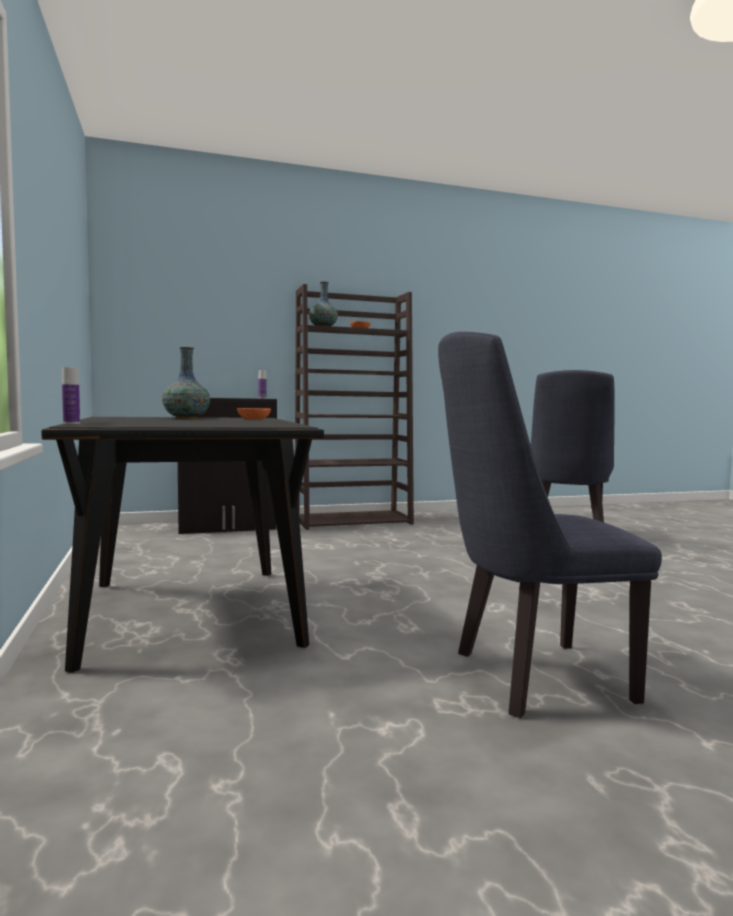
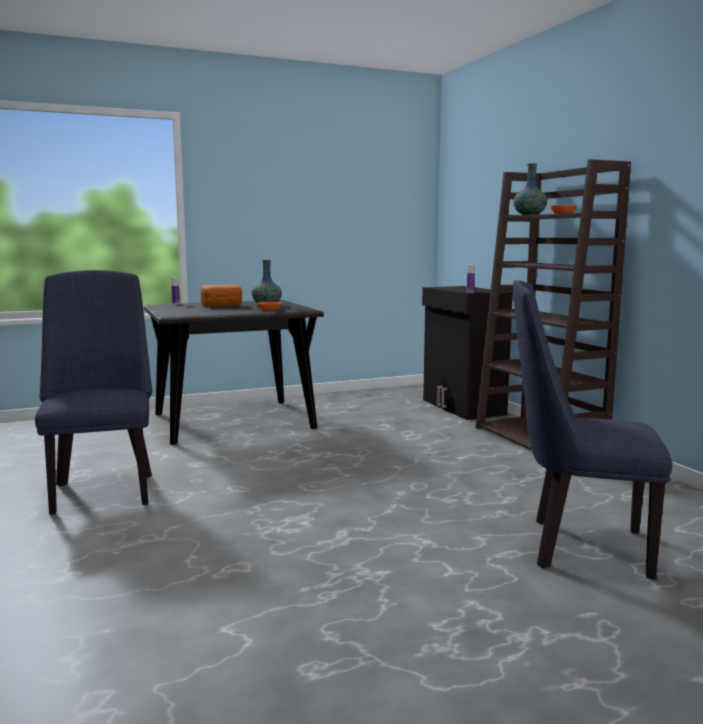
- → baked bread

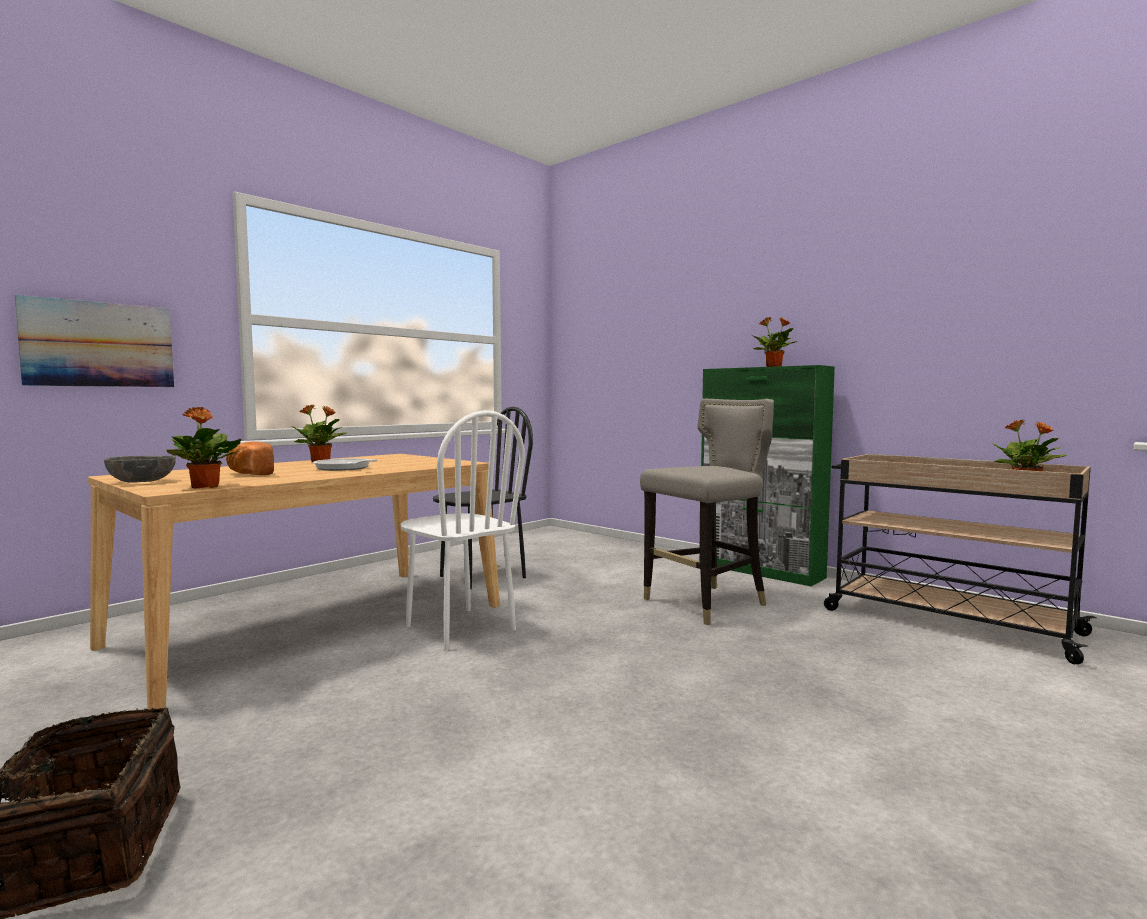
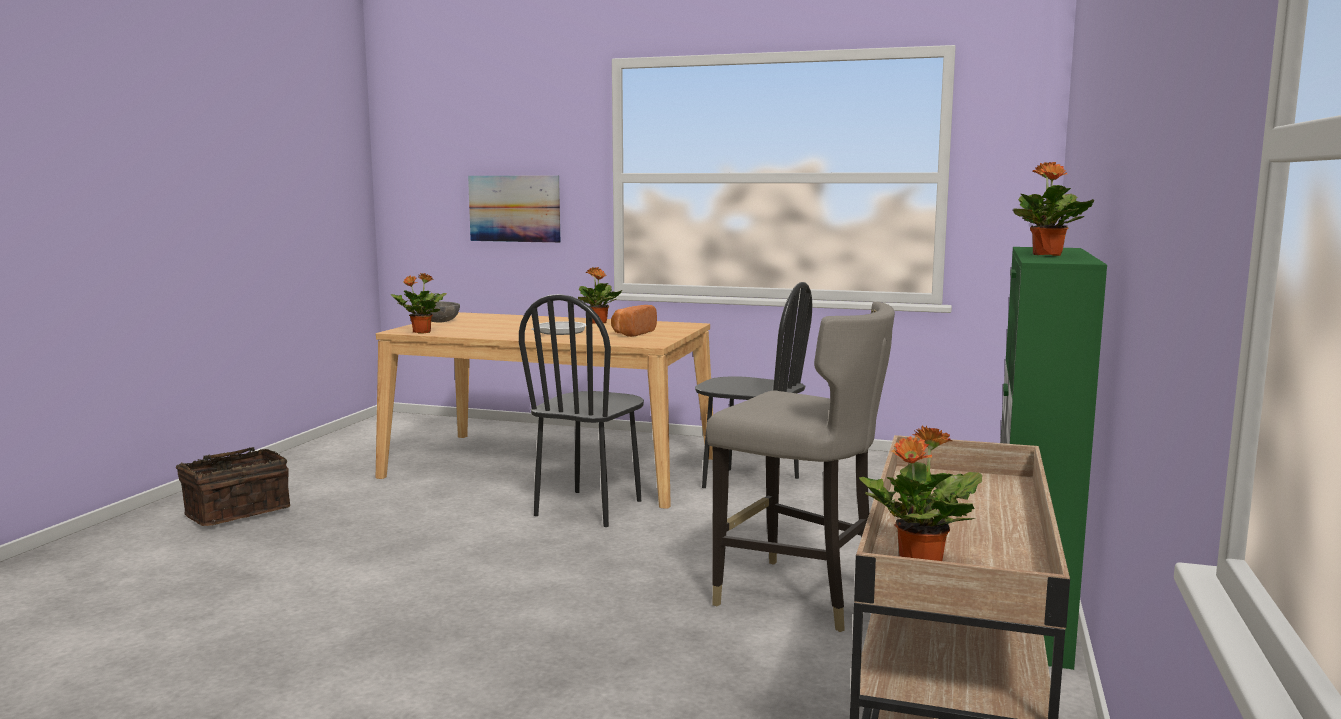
plain chair in white → plain chair in black (no. 1 from left)
baked bread, shifted

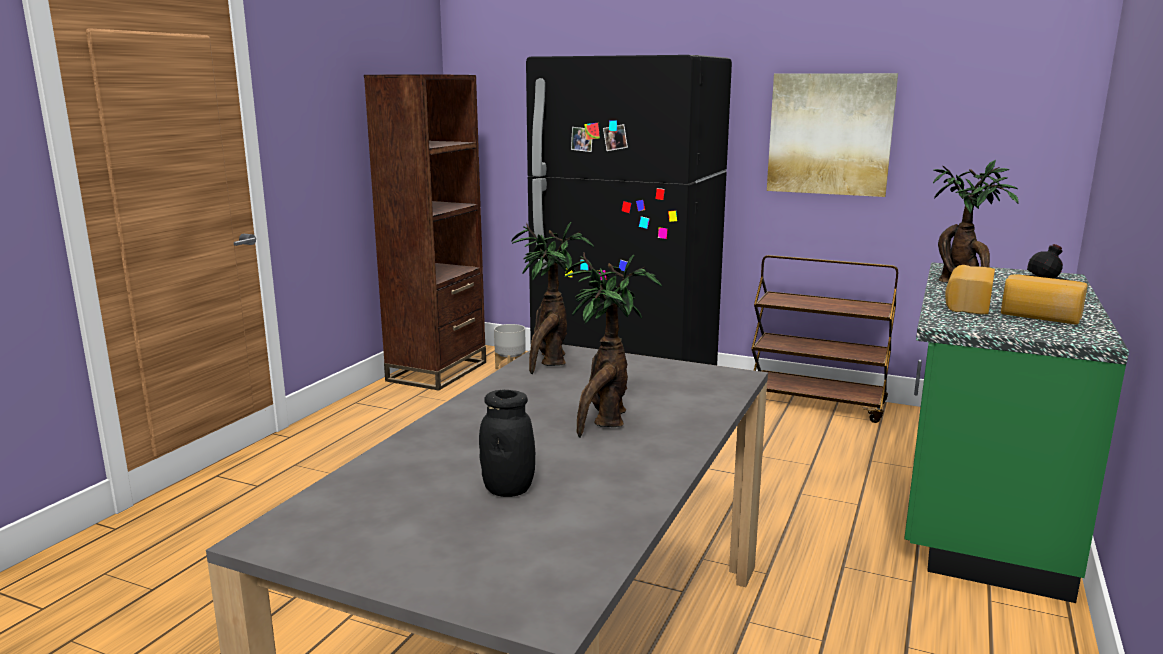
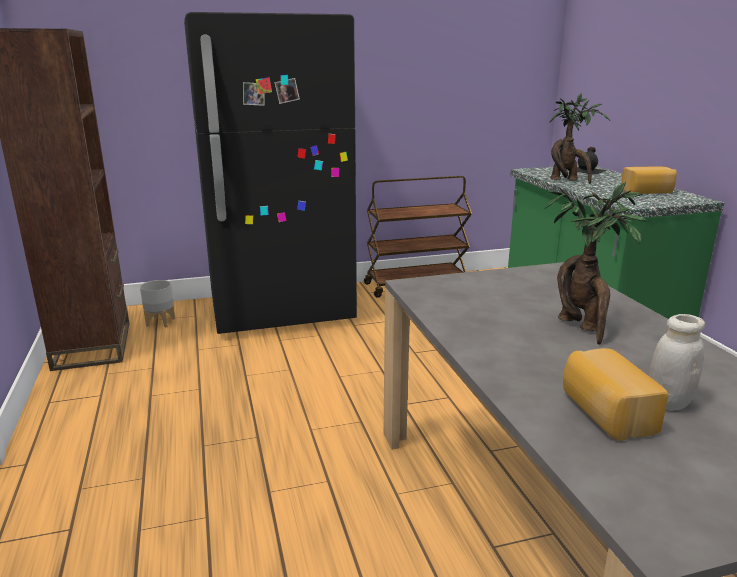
baked bread (no. 1 from left), shifted
preserve jar in black → preserve jar in white
plant in a pot (no. 1 from left) → -
wall picture → -

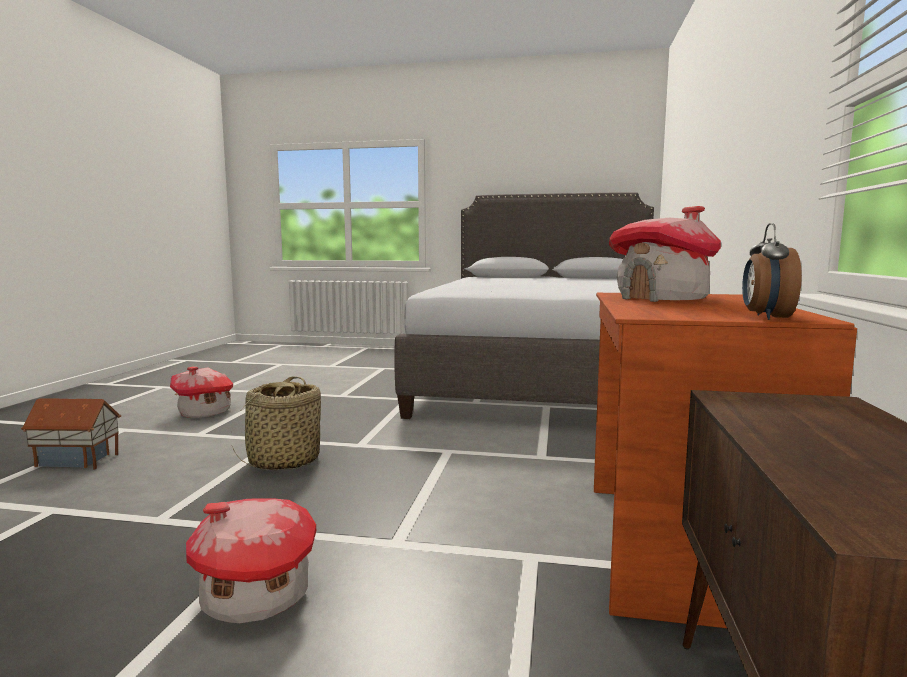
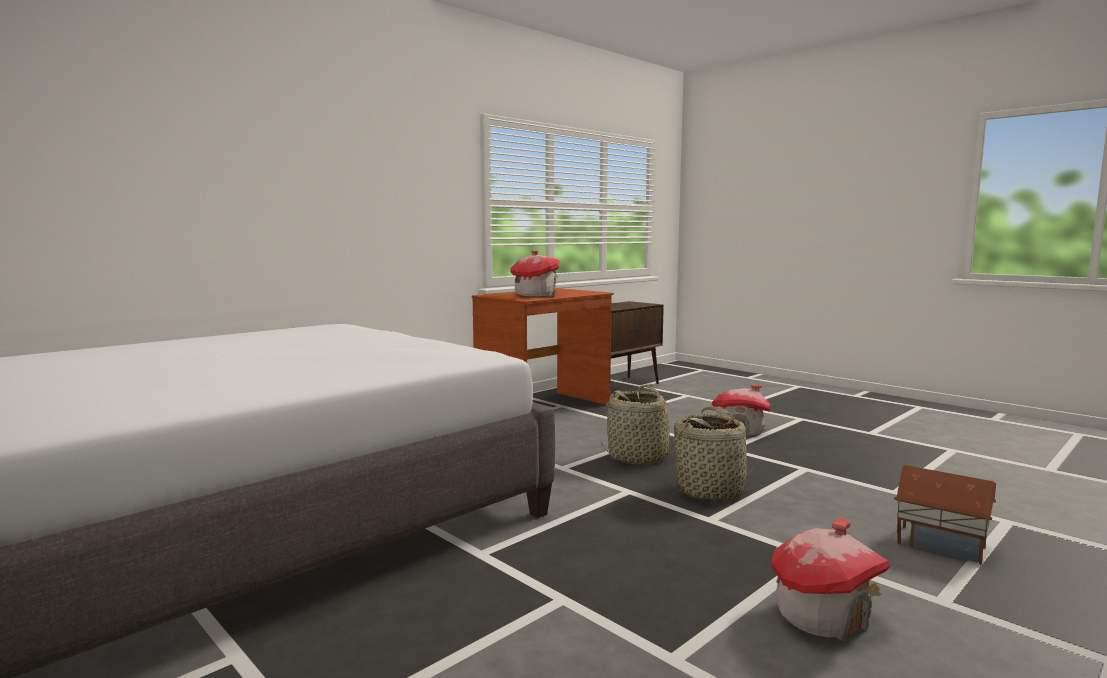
- → household basket (no. 1 from left)
alarm clock → -

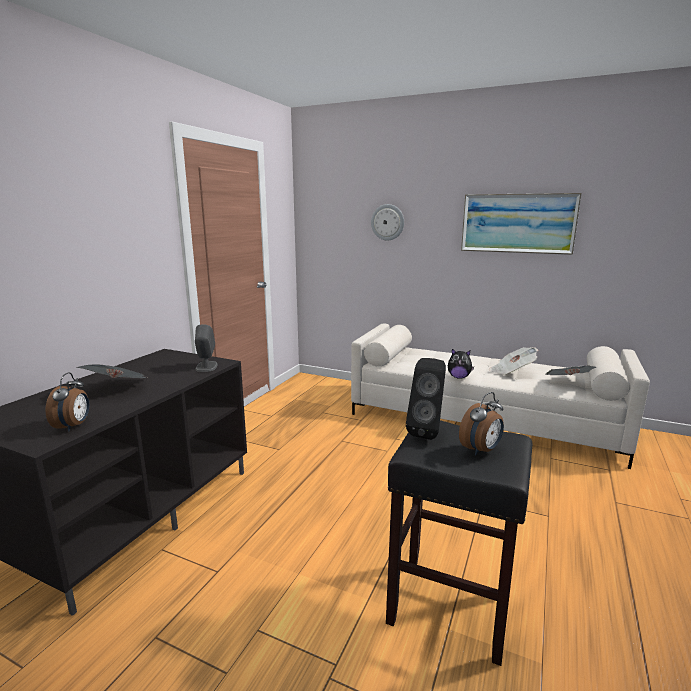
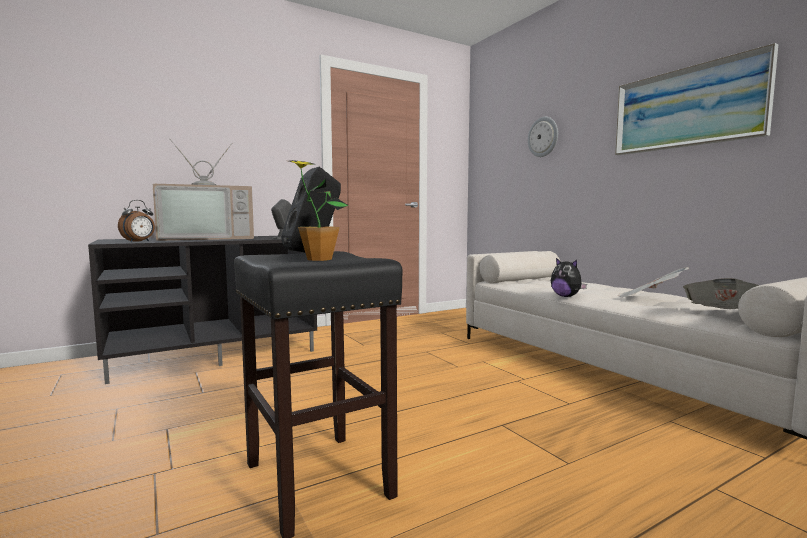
newspaper (no. 1 from left) → television
alarm clock (no. 2 from left) → plant in a pot

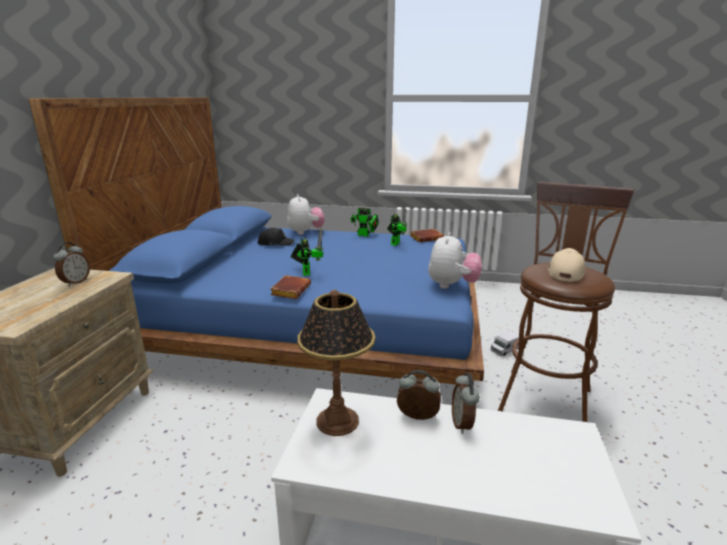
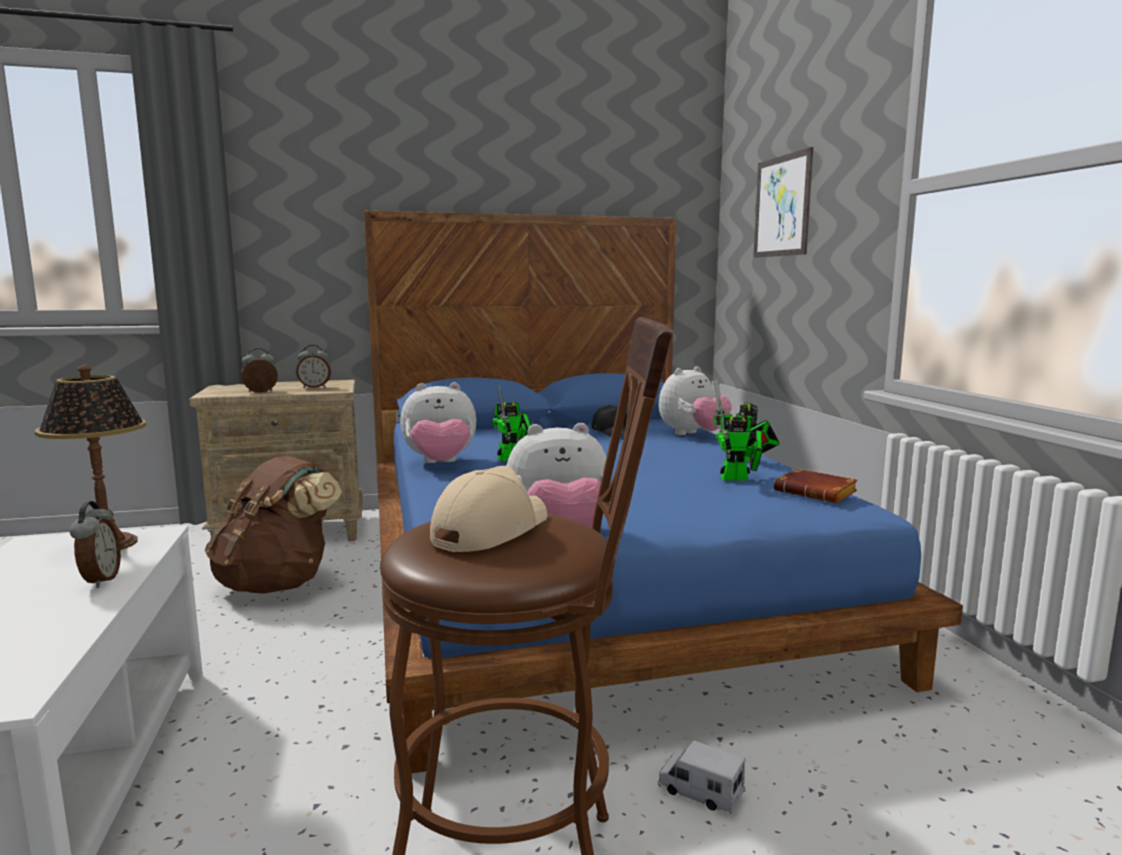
- → backpack in brownish
alarm clock (no. 3 from left in the first image) → alarm clock (no. 2 from left), shifted
volume in brownish (no. 1 from left) → cuddly toy (no. 1 from left)
cap in sand-coloured, 60 degrees counterclockwise
- → wall picture

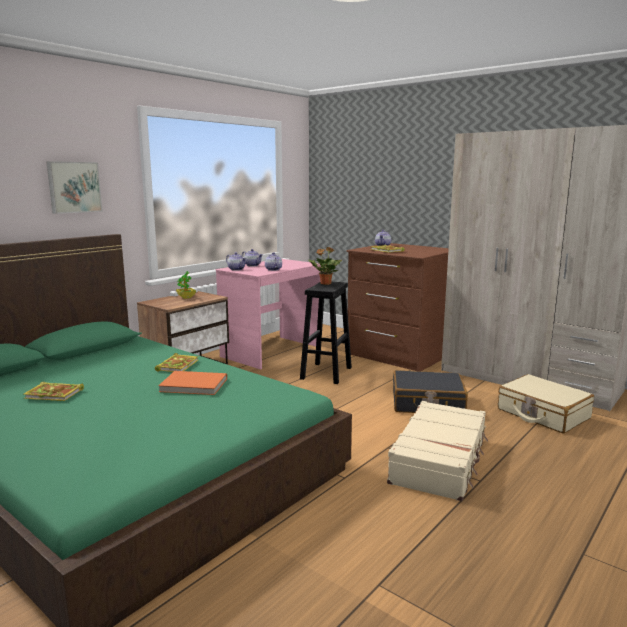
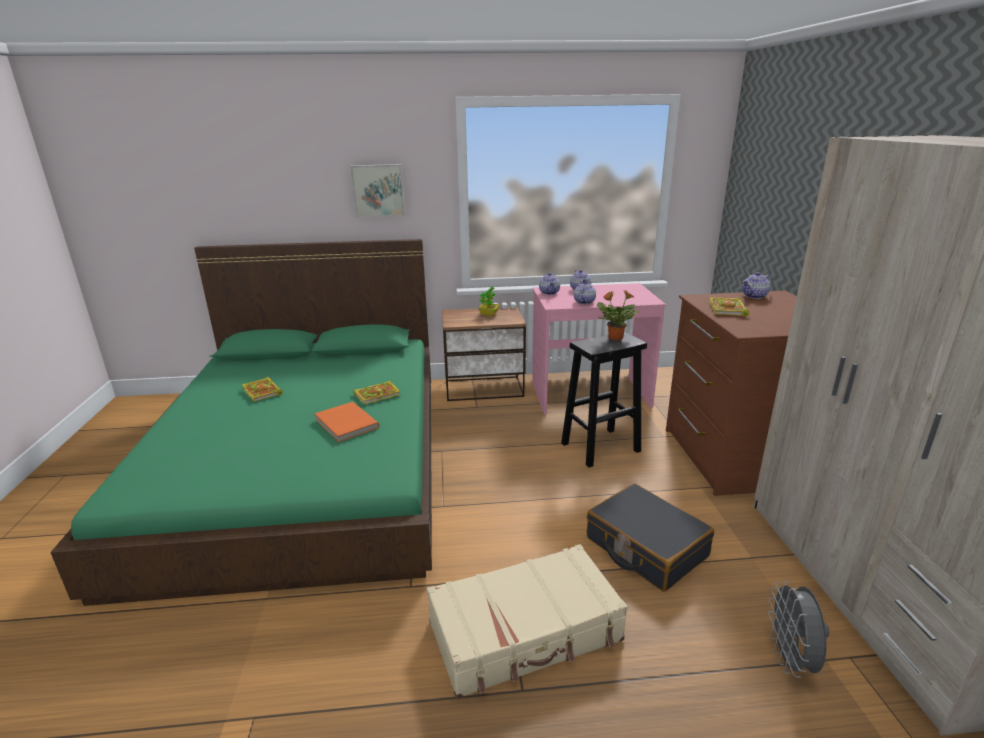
piece of luggage in sand-coloured (no. 2 from left) → electric fan in grey

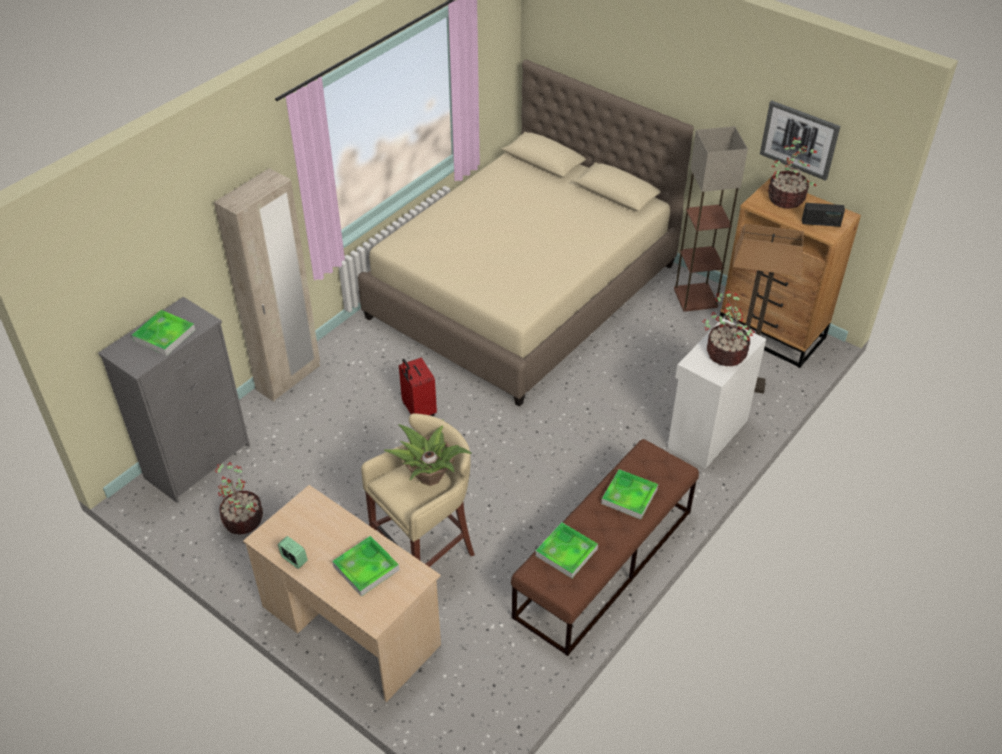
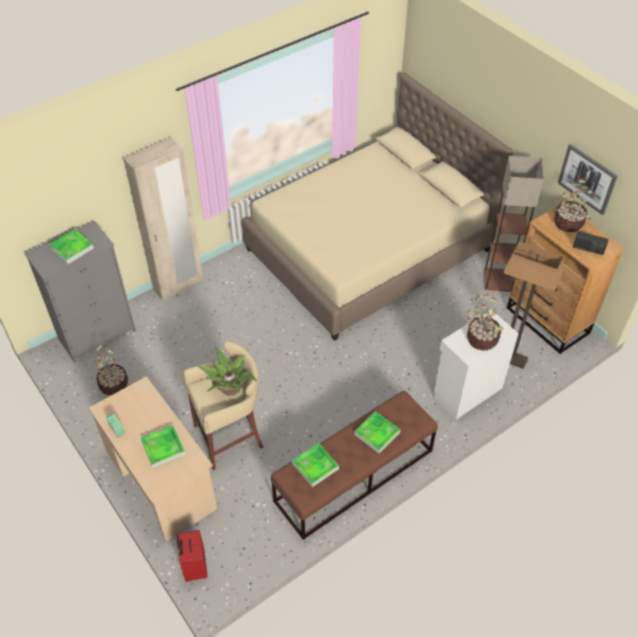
piece of luggage in reddish, shifted

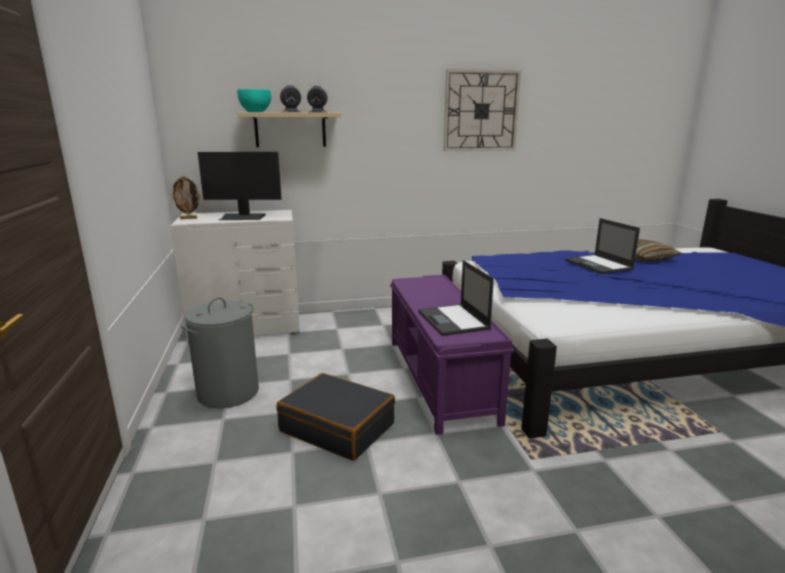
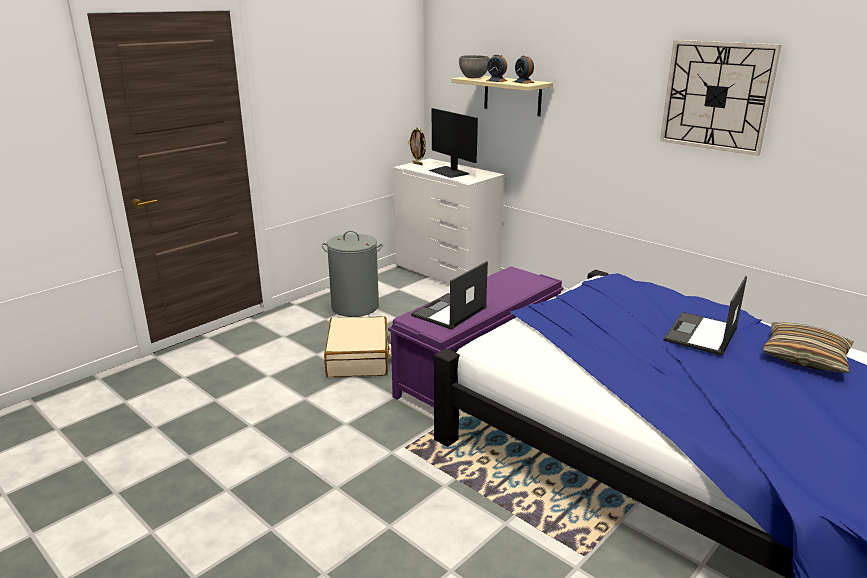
piece of luggage in black → piece of luggage in sand-coloured
deep dish in turquoise-coloured → deep dish in grey

